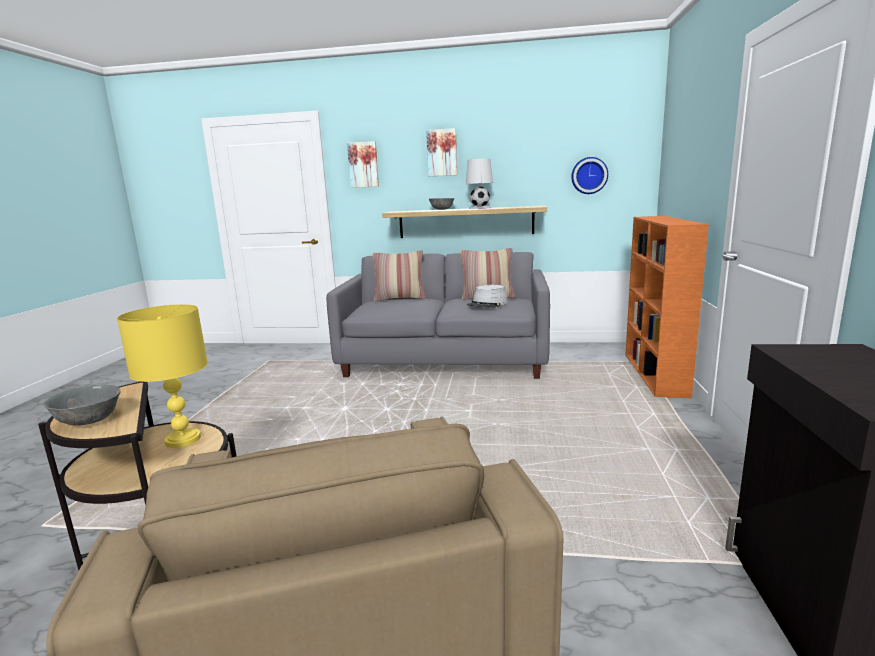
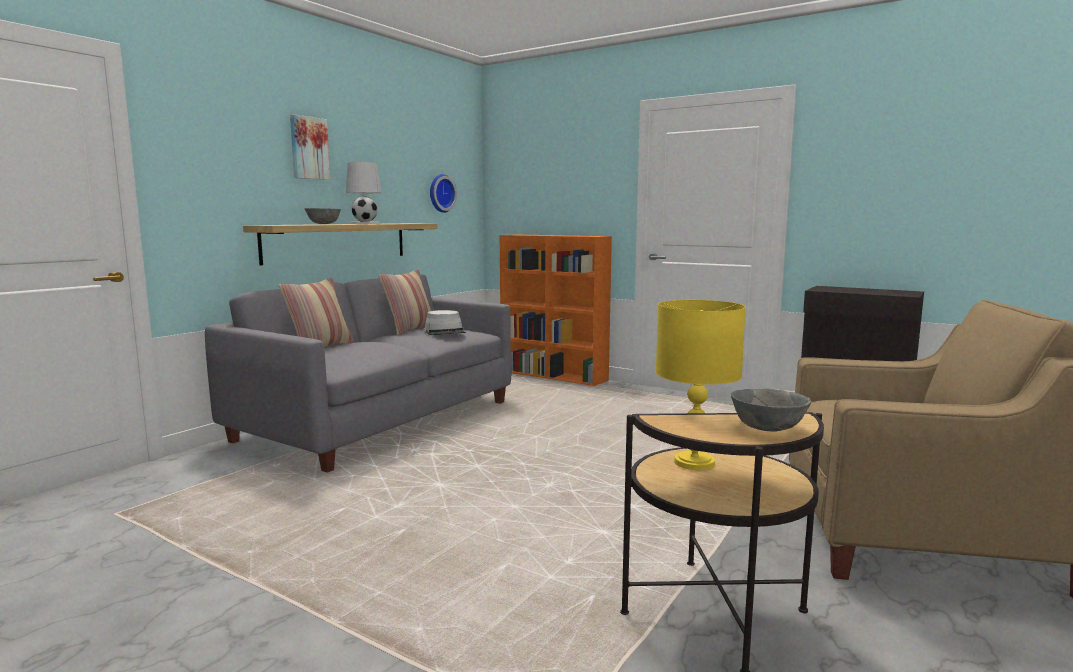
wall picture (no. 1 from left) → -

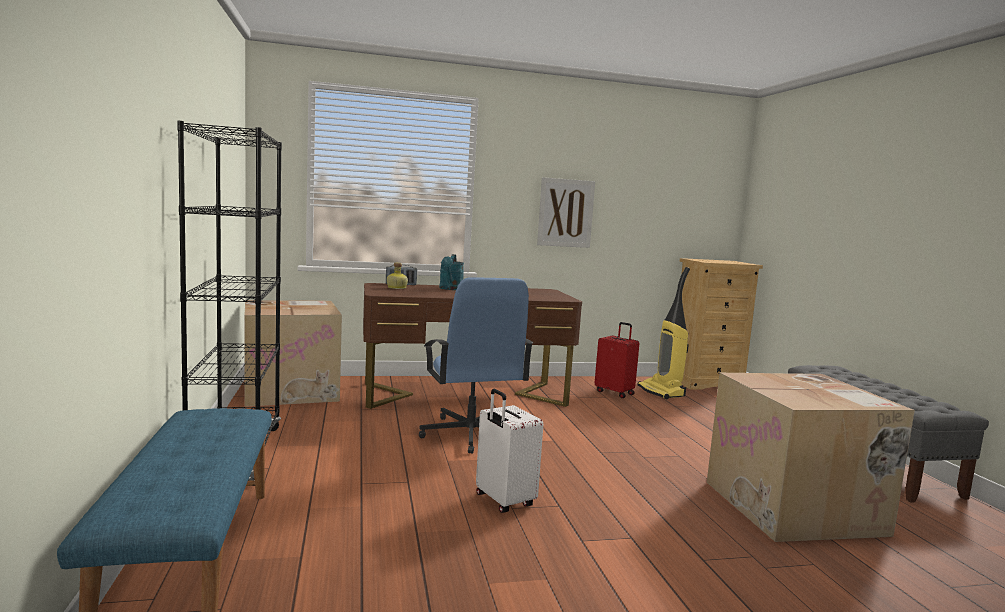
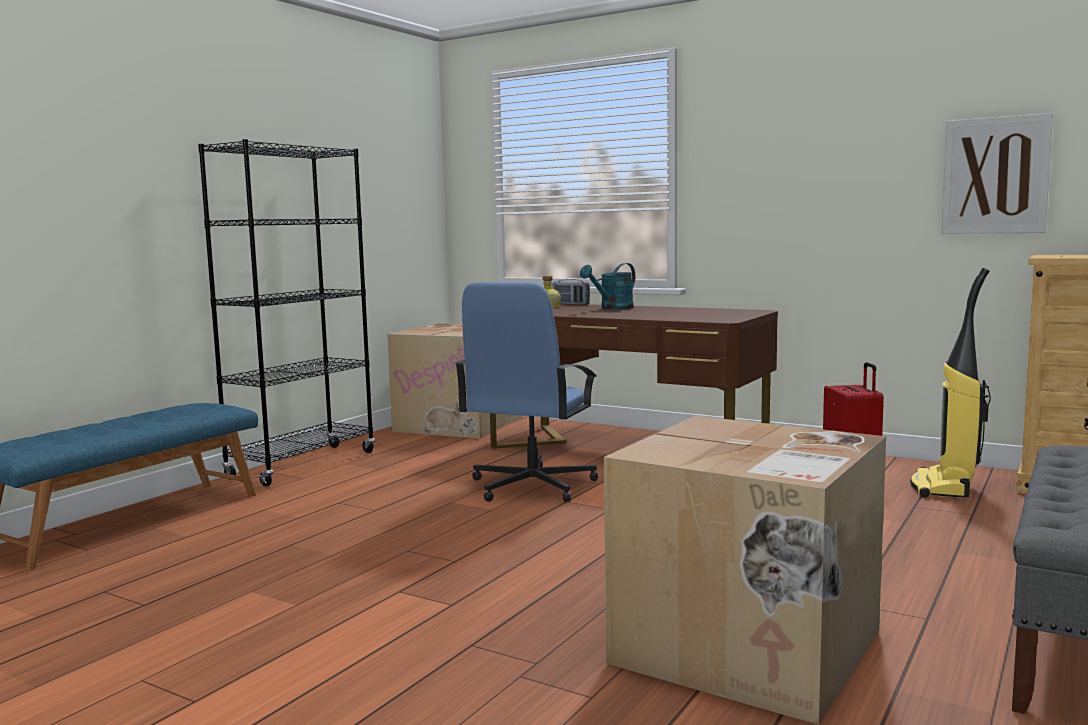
wall picture, shifted
piece of luggage in white → -

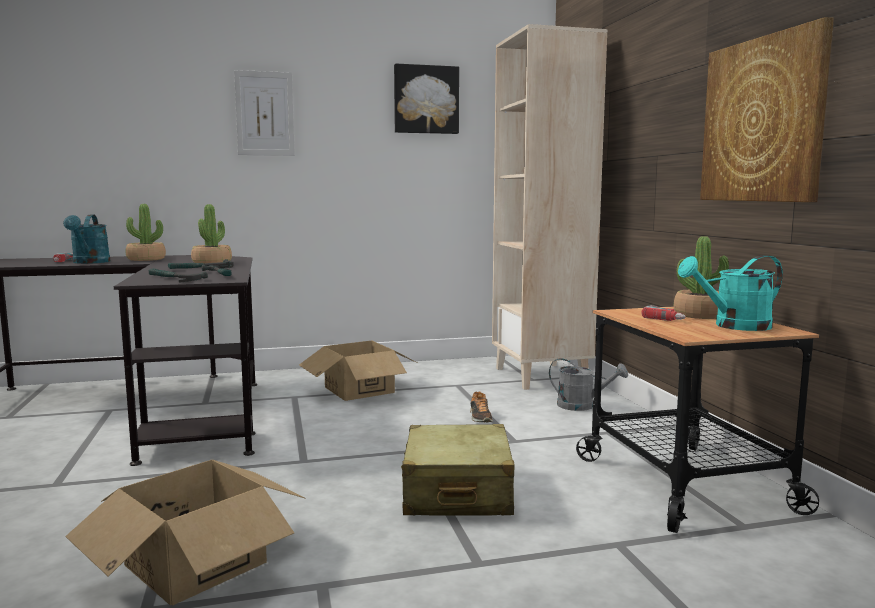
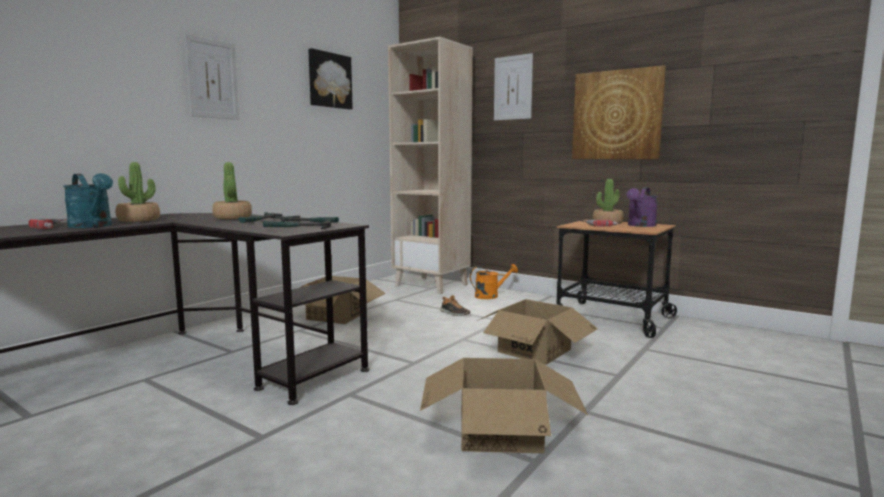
watering can in grey → watering can in orange
piece of luggage in sand-coloured → carton (no. 3 from left)
- → wall picture (no. 3 from left)
watering can in turquoise-coloured (no. 2 from left) → watering can in purplish

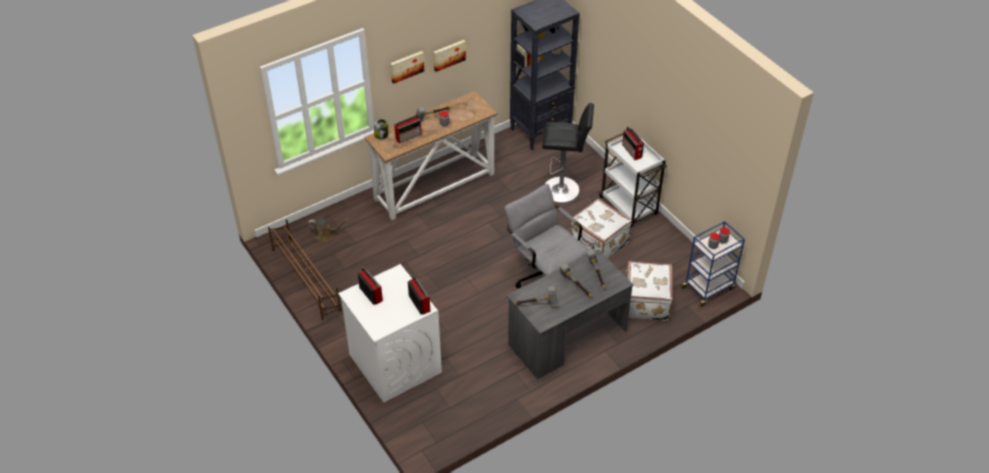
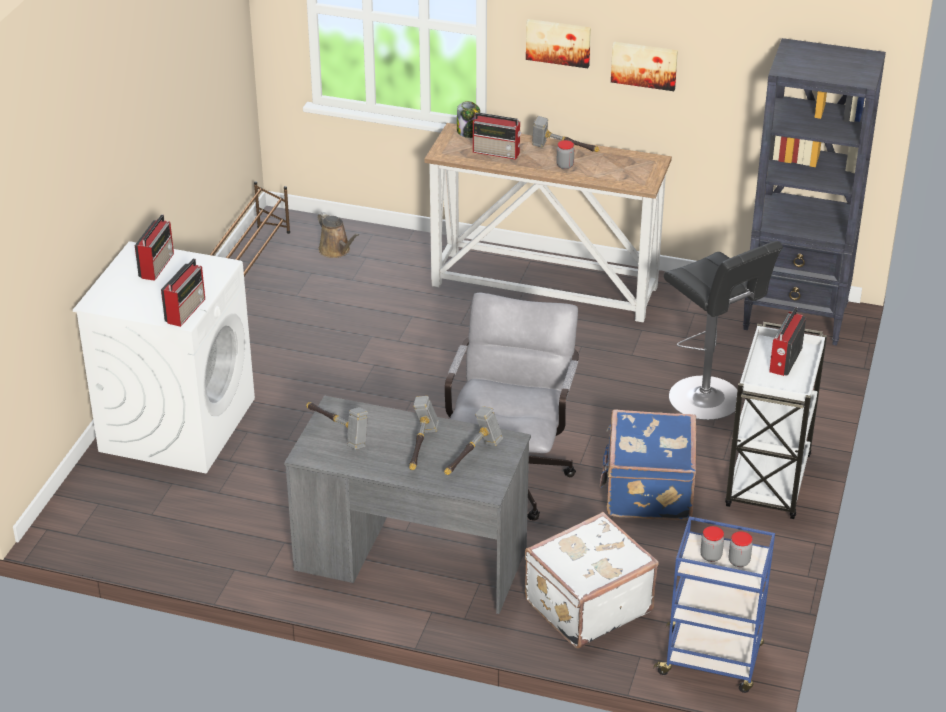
piece of luggage in white (no. 1 from left) → piece of luggage in blue-coloured

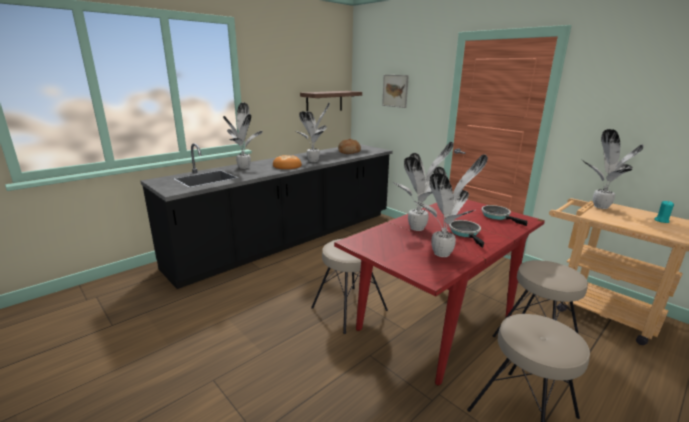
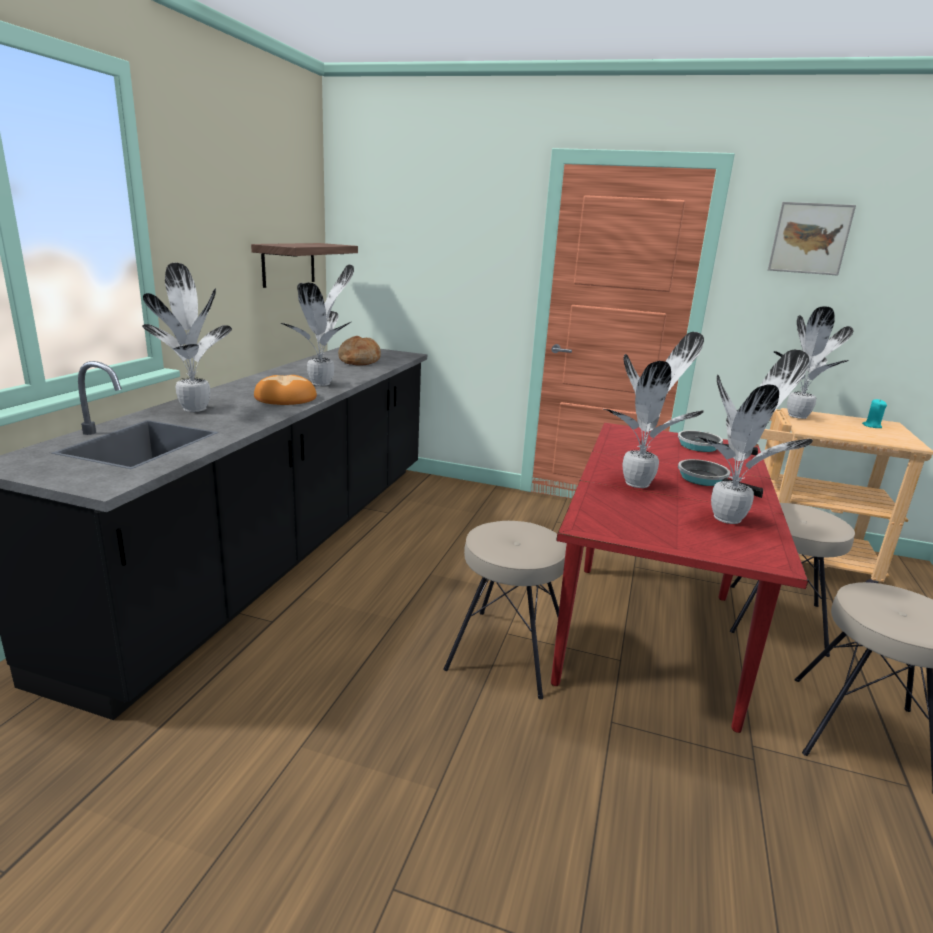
wall picture, shifted

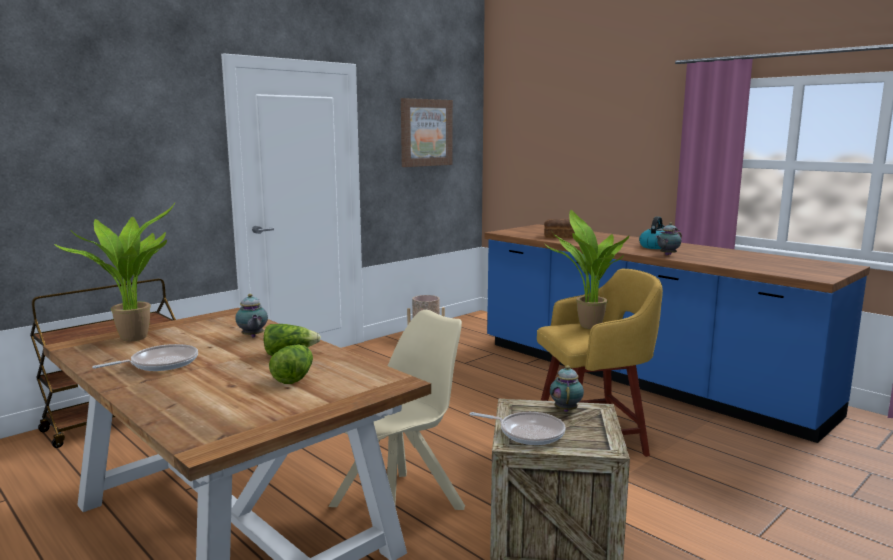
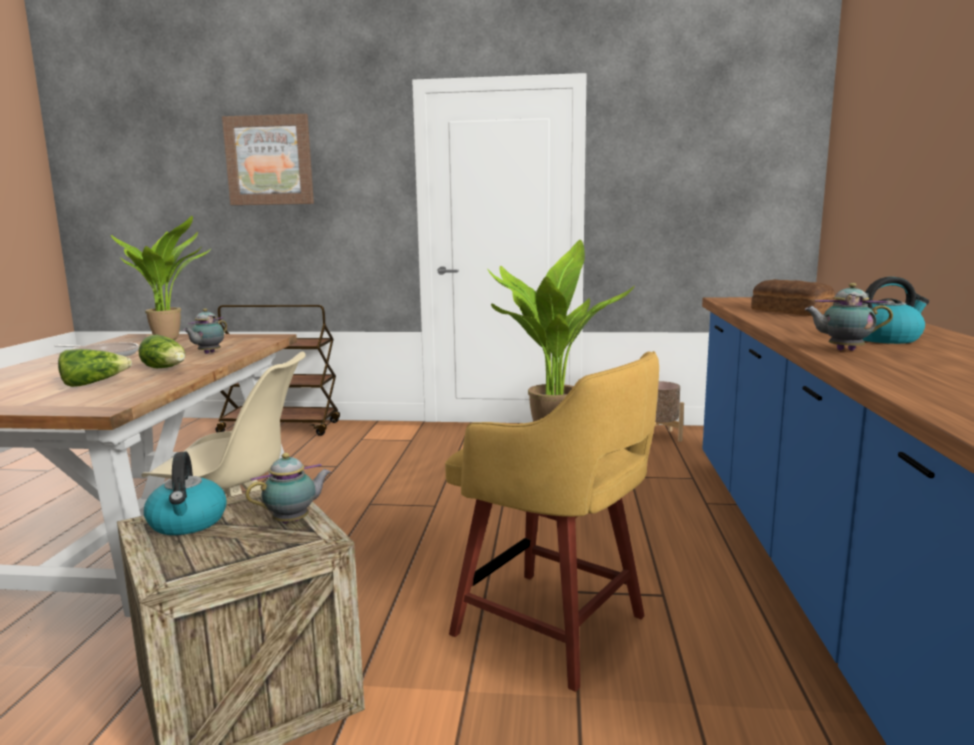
pan (no. 2 from left) → water kettle (no. 1 from left)
wall picture, shifted

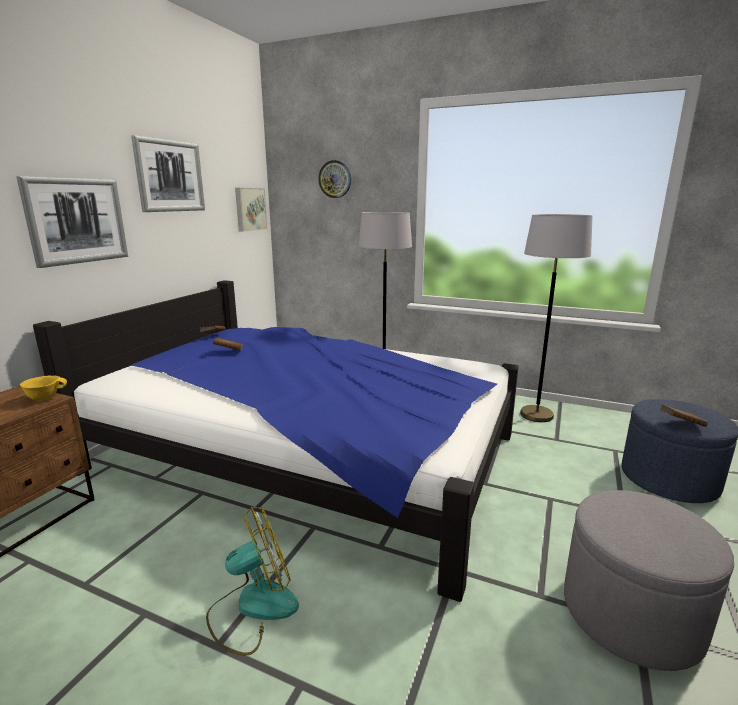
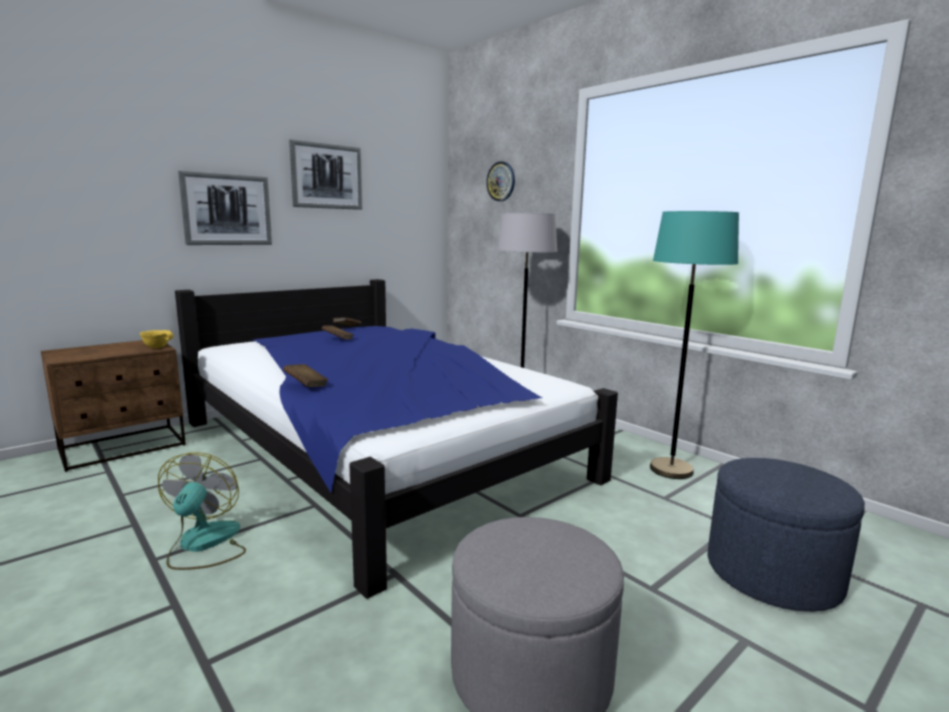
electric fan, 90 degrees counterclockwise
volume in brownish (no. 3 from left in the first image) → volume in brownish (no. 1 from left), shifted
standard lamp in grey (no. 2 from left) → standard lamp in turquoise-coloured
wall picture (no. 3 from left) → -

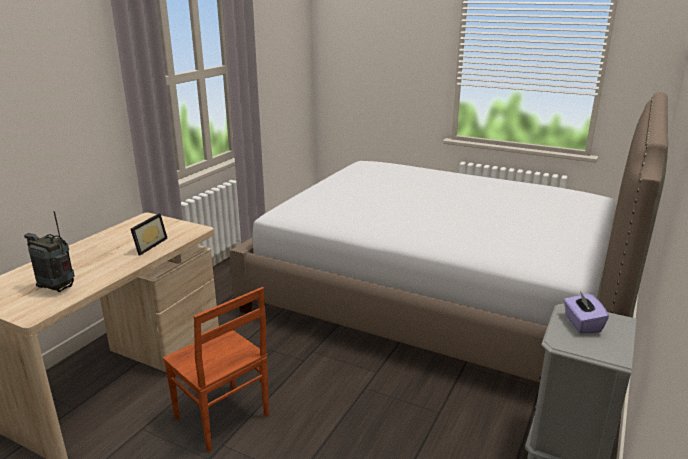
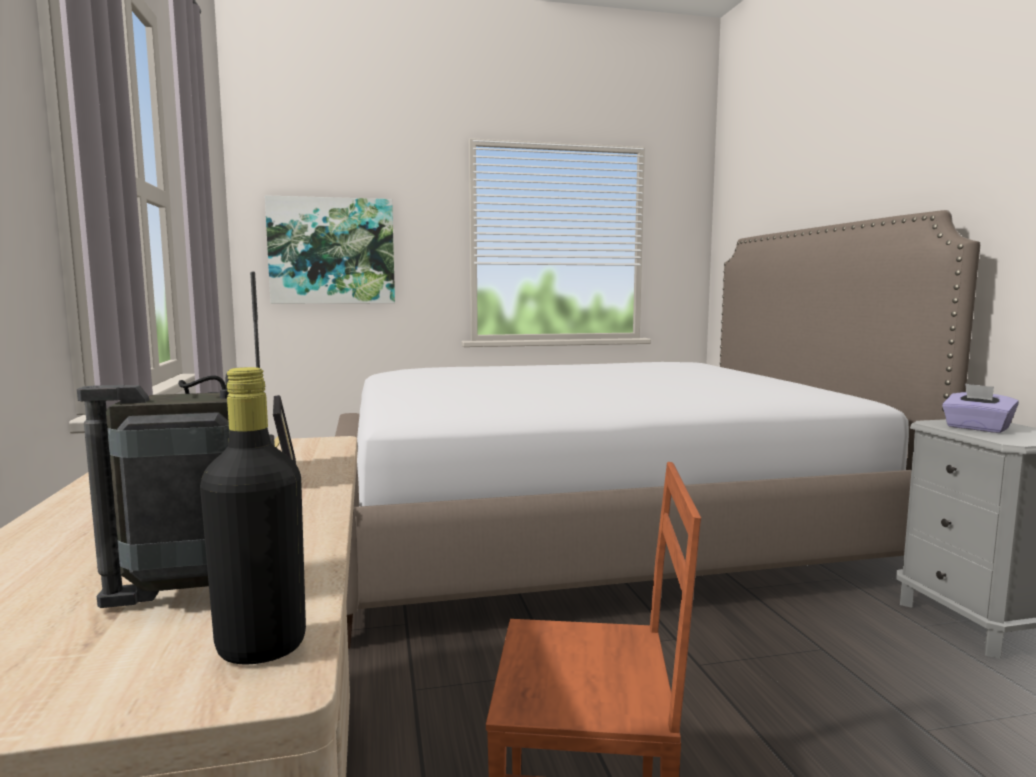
- → drink bottle in black
- → wall picture

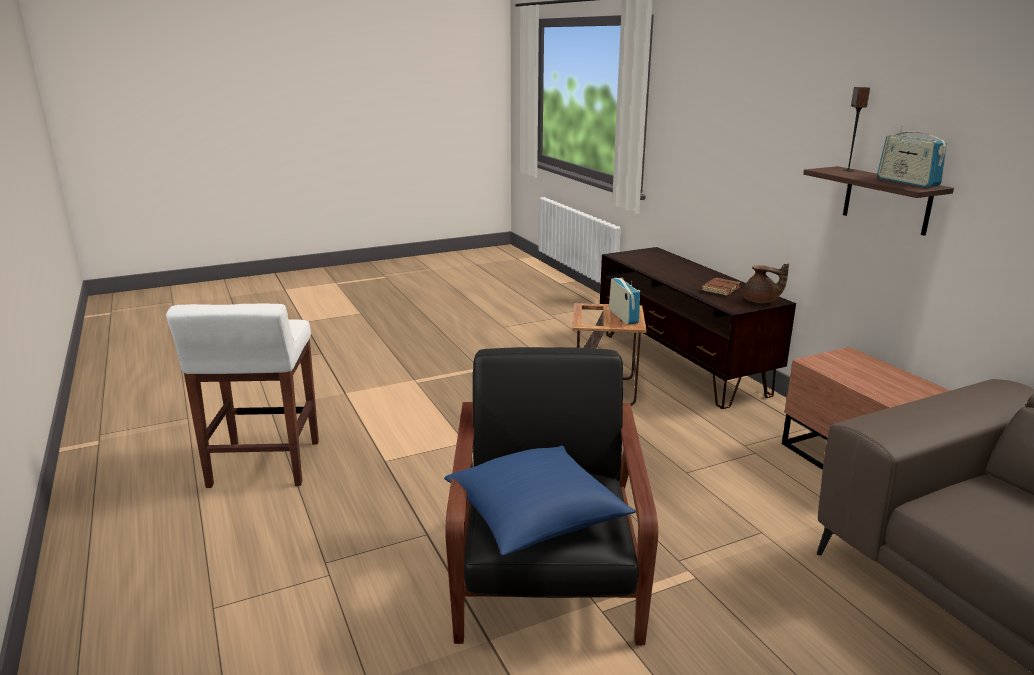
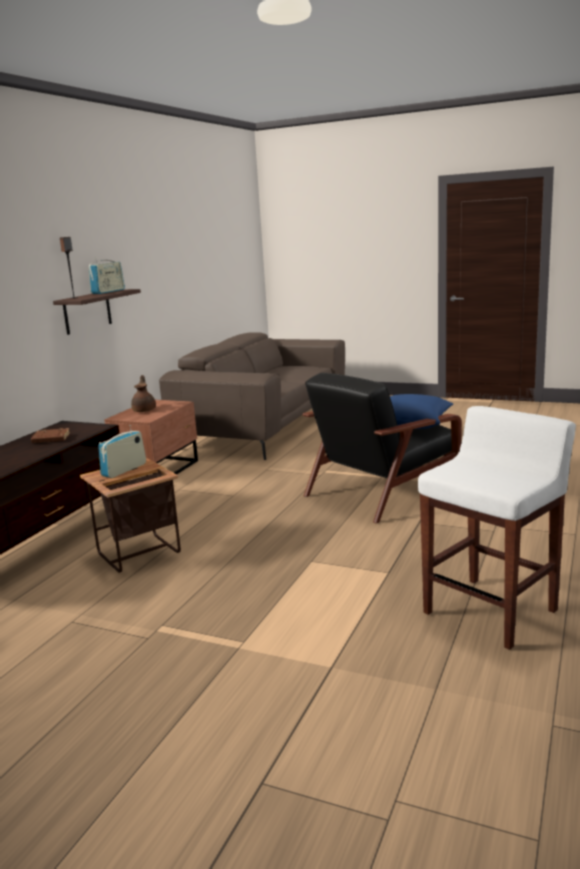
tea pot in brownish, shifted

